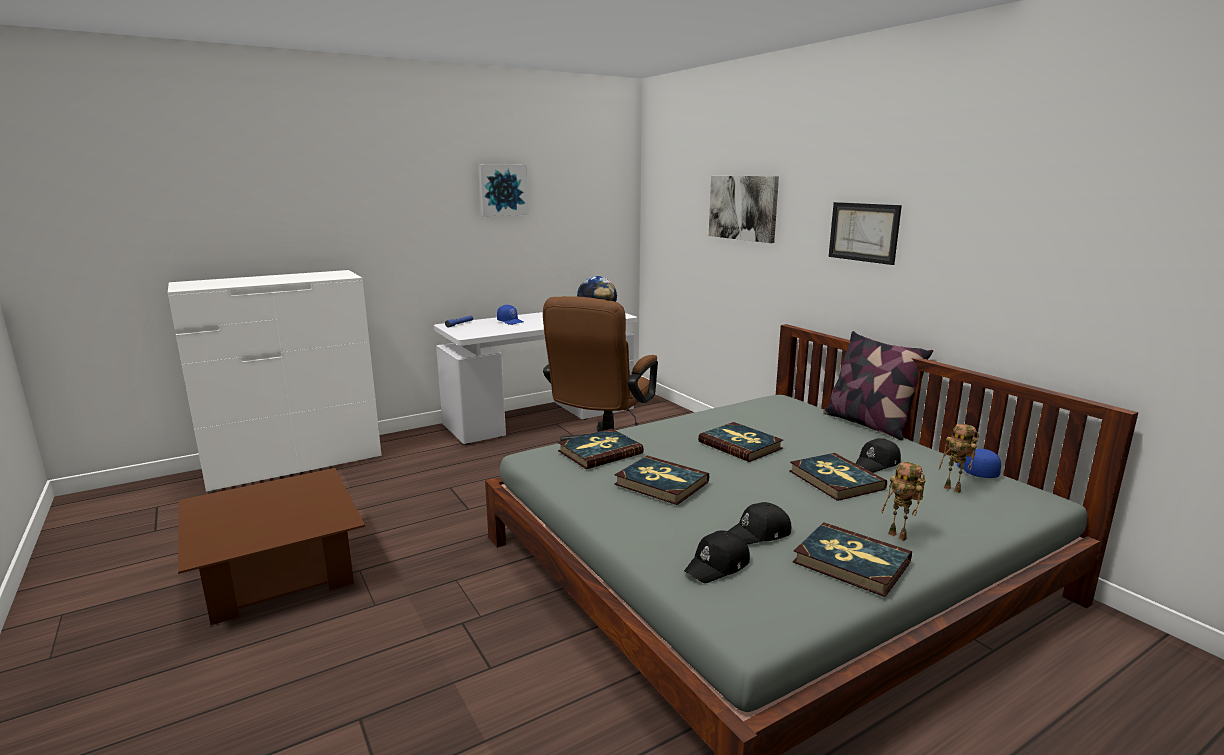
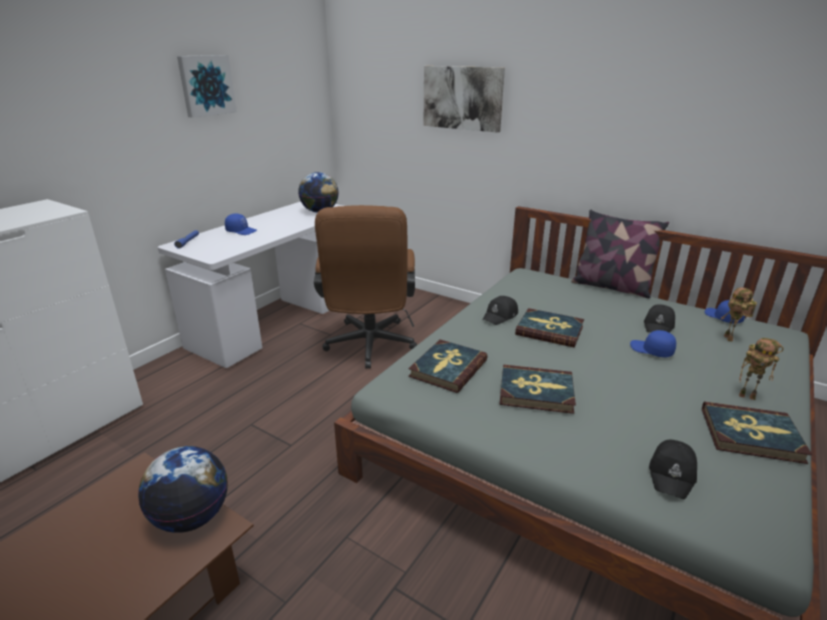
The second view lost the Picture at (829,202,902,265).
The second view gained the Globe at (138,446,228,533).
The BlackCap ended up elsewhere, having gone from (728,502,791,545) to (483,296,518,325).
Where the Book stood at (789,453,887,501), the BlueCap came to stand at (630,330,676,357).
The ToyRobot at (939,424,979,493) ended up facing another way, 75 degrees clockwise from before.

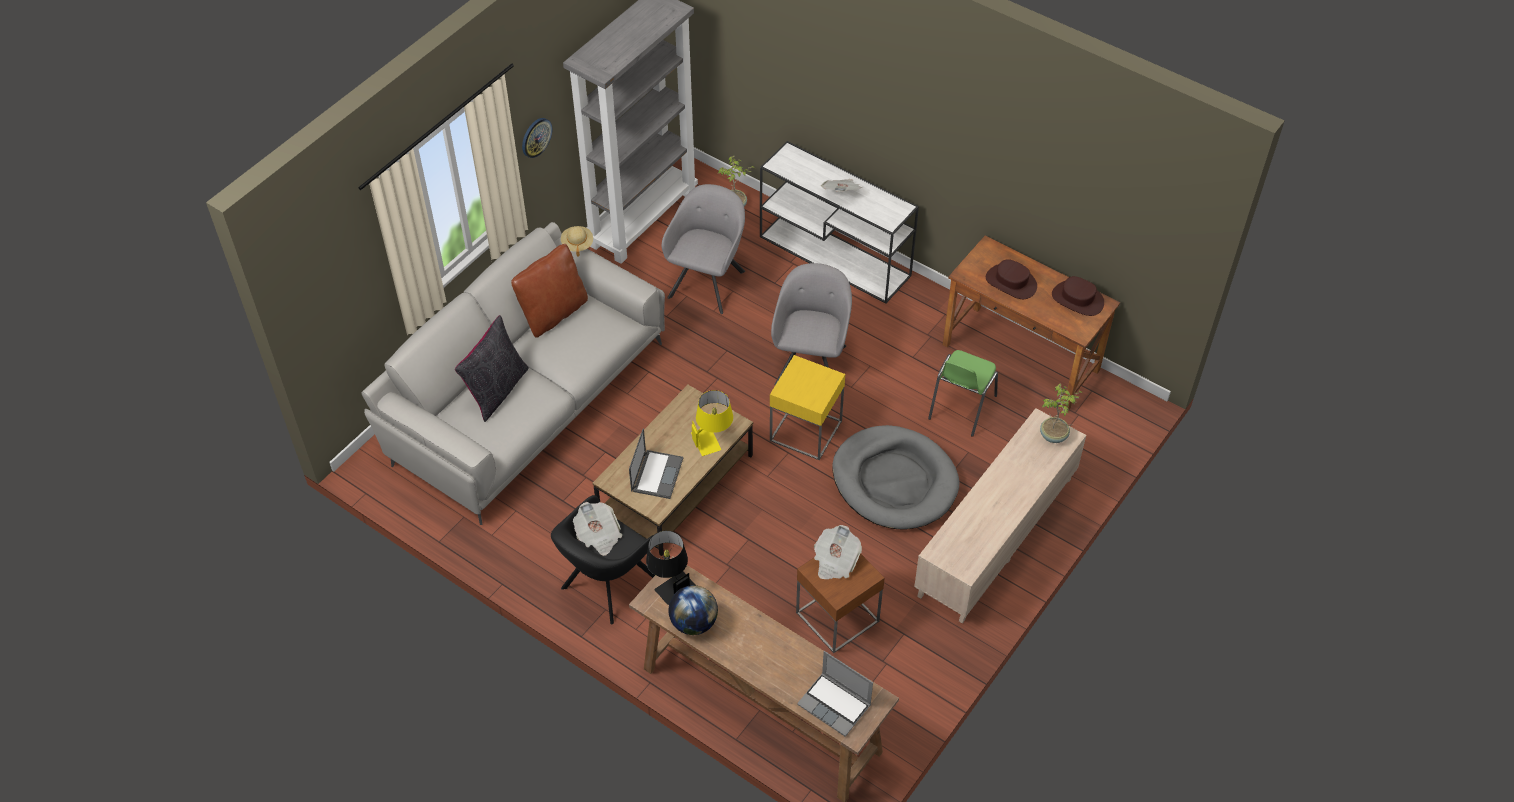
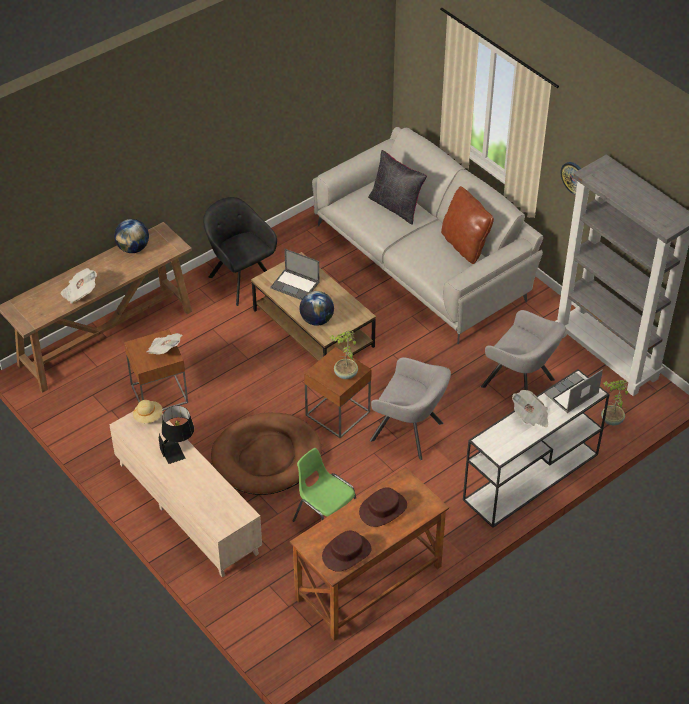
The BeigeHat ended up elsewhere, having gone from (561,226,593,257) to (133,400,163,423).
The Newspaper ended up elsewhere, having gone from (573,502,623,556) to (61,268,97,304).
The BlackTableLamp ended up elsewhere, having gone from (646,531,695,605) to (158,406,194,464).
The Laptop ended up elsewhere, having gone from (797,651,873,737) to (544,369,603,413).
The PottedPlant ended up elsewhere, having gone from (1040,384,1082,443) to (330,330,358,379).
Where the YellowTableLamp stood at (691,390,733,456), the Globe came to stand at (300,291,334,326).
What was the YellowSideTable at (770,355,845,460) turned into the BrownSideTable at (304,347,372,438).
What was the GreyDogBed at (832,425,959,530) turned into the BrownDogBed at (211,413,322,495).

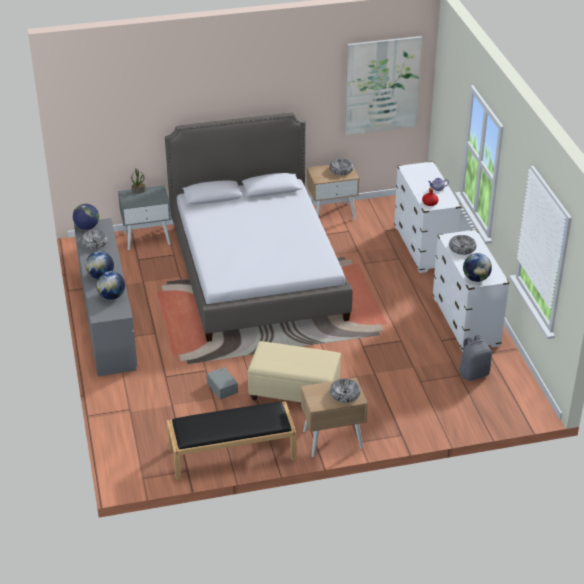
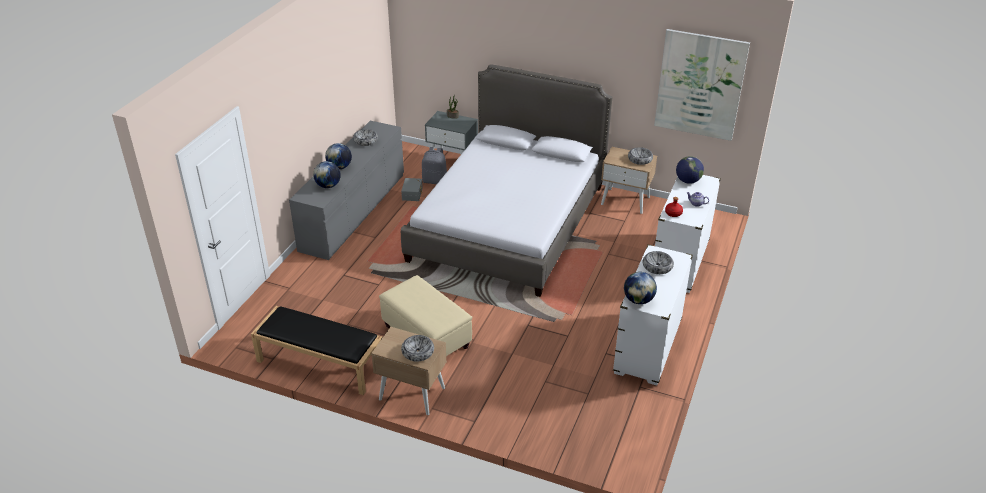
The Globe ended up elsewhere, having gone from (73,204,99,230) to (676,156,704,184).
The GreyStorageBox ended up elsewhere, having gone from (207,367,238,400) to (401,178,423,201).
The GreyBackpack ended up elsewhere, having gone from (459,335,492,381) to (422,147,447,184).

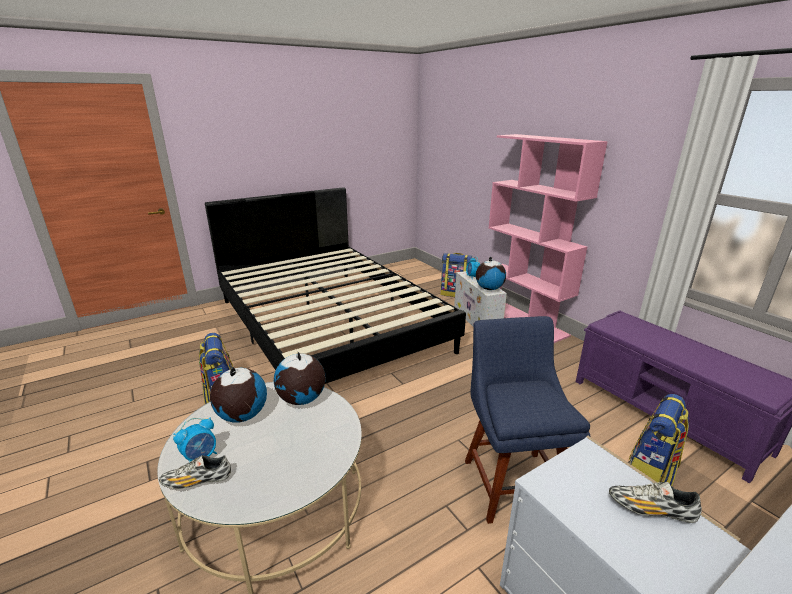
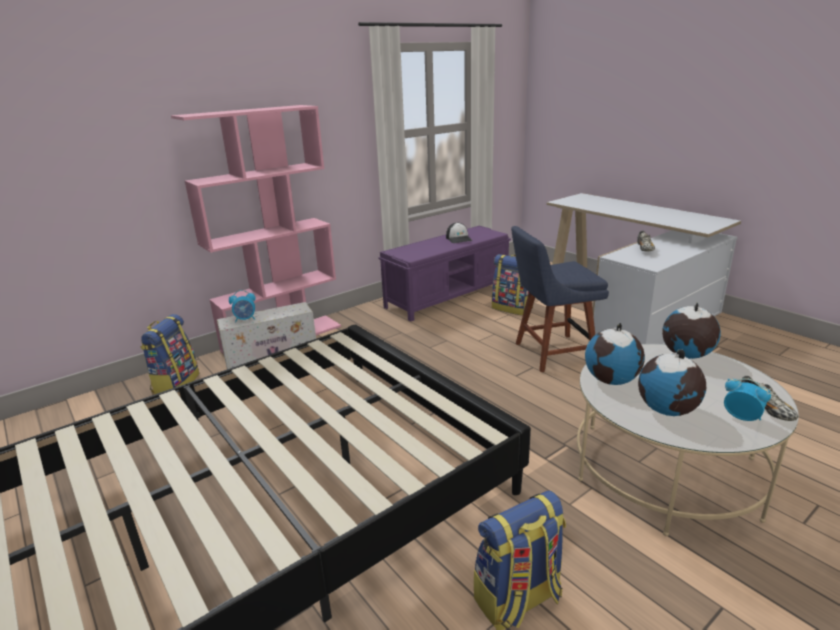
The second view gained the Cap at (446,223,473,243).
The Globe ended up elsewhere, having gone from (476,257,506,290) to (662,302,721,359).

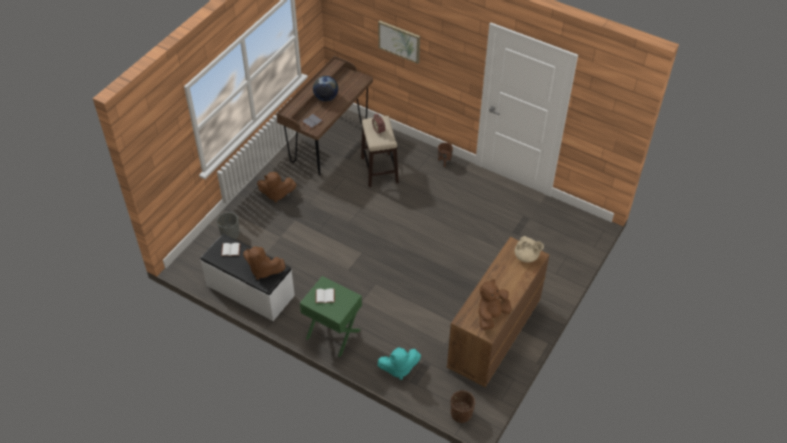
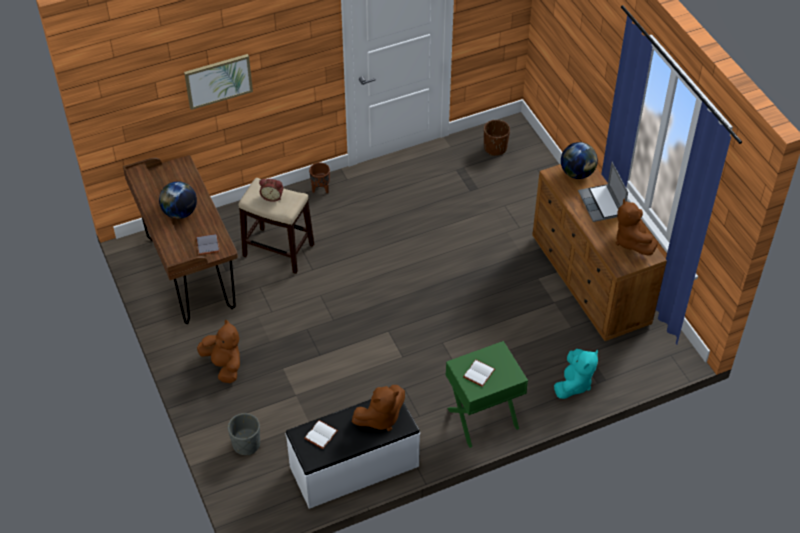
The second view gained the Laptop at (578,162,628,222).
The BrownPlanter ended up elsewhere, having gone from (451,390,475,423) to (484,120,510,156).
Where the BeigeTeapot stood at (515,236,544,262), the Globe came to stand at (561,142,598,179).
The BrownPlushToy at (257,172,297,203) ended up facing another way, 75 degrees counterclockwise from before.

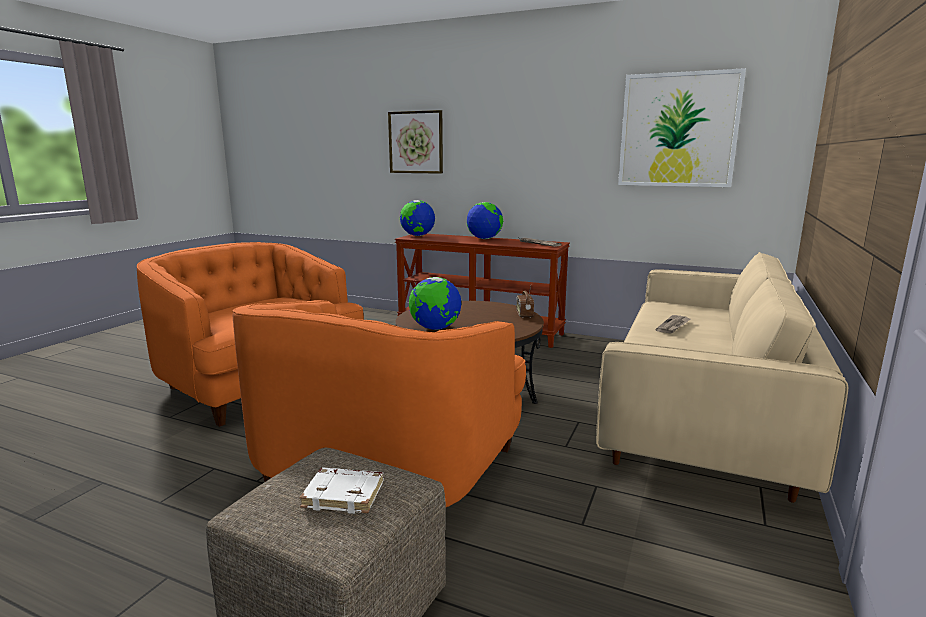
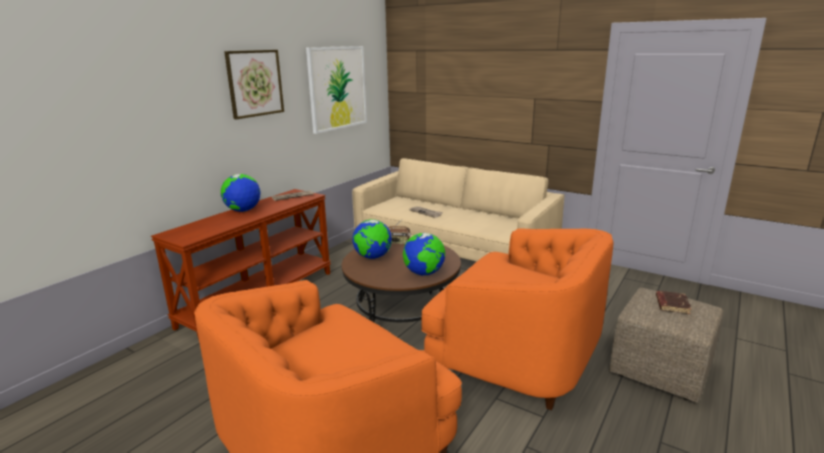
The Picture ended up elsewhere, having gone from (388,110,443,174) to (224,50,284,119).
The Globe ended up elsewhere, having gone from (400,200,435,236) to (352,219,392,259).
What was the WhiteBook at (300,467,384,514) turned into the BrownBook at (656,291,691,314).

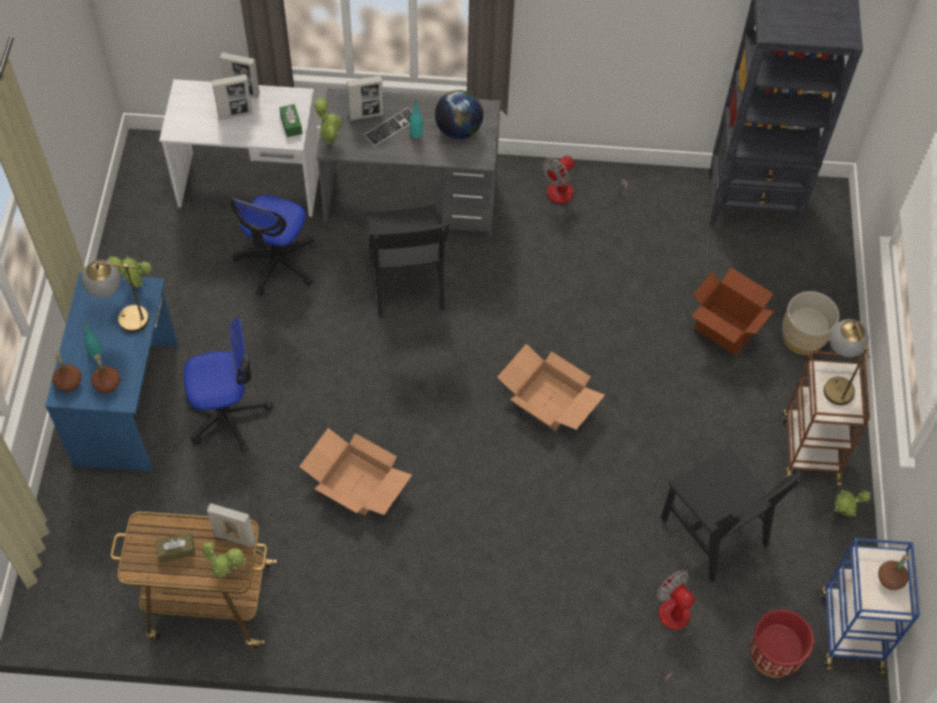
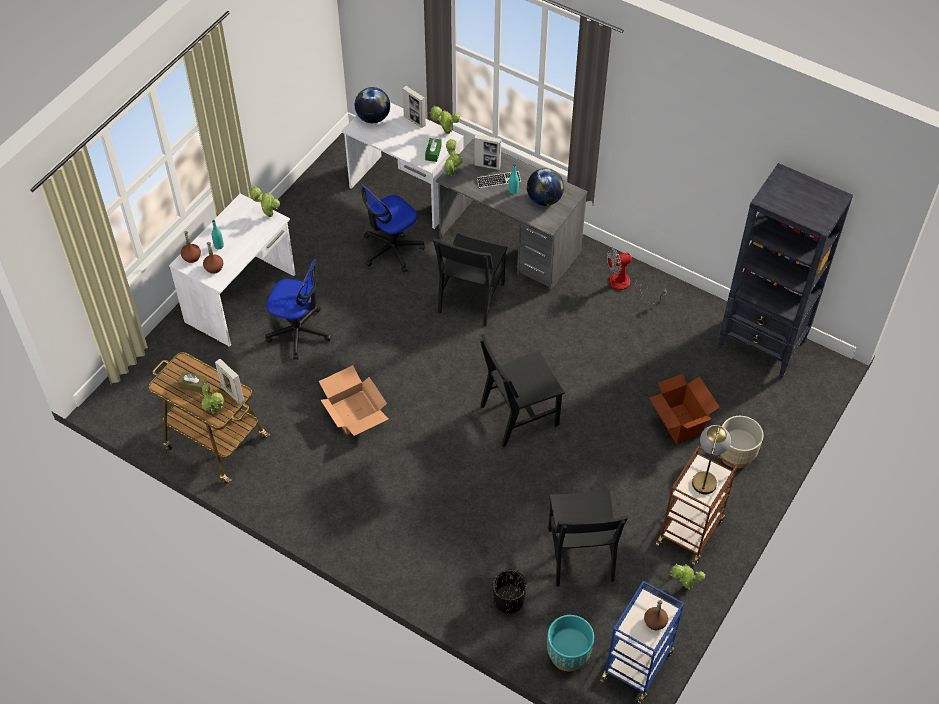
The second view lost the TableLamp at (81,260,149,333).
The second view lost the PictureFrame at (212,74,252,120).
The second view gained the Globe at (355,87,390,123).
The second view gained the PottedPlant at (430,106,460,134).
Where the CardboardBox stood at (497,344,605,430), the BlackChair came to stand at (480,334,565,447).
Where the Fan stood at (654,570,695,680), the BlackPlanter came to stand at (493,570,527,614).
What was the BlueDesk at (45,272,178,472) turned into the WhiteDesk at (169,194,296,347).
What was the RedPlanter at (750,609,814,678) turned into the TurquoisePlanter at (547,615,594,671).

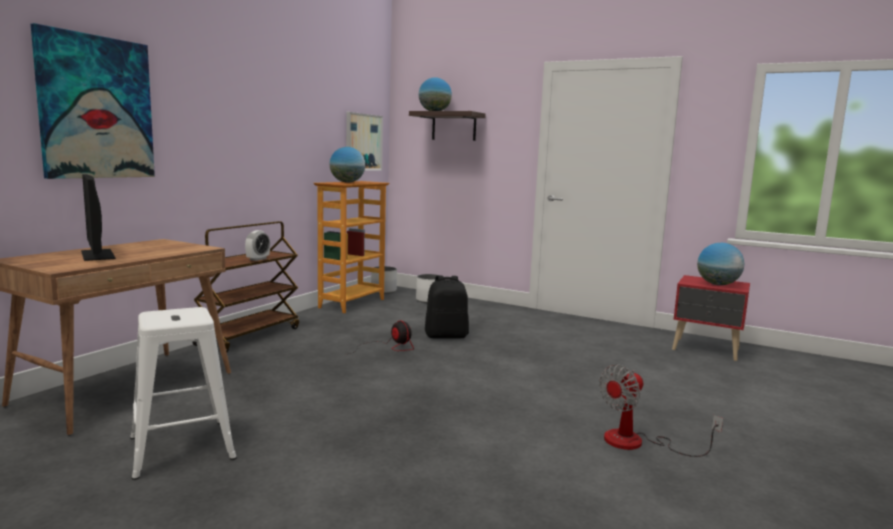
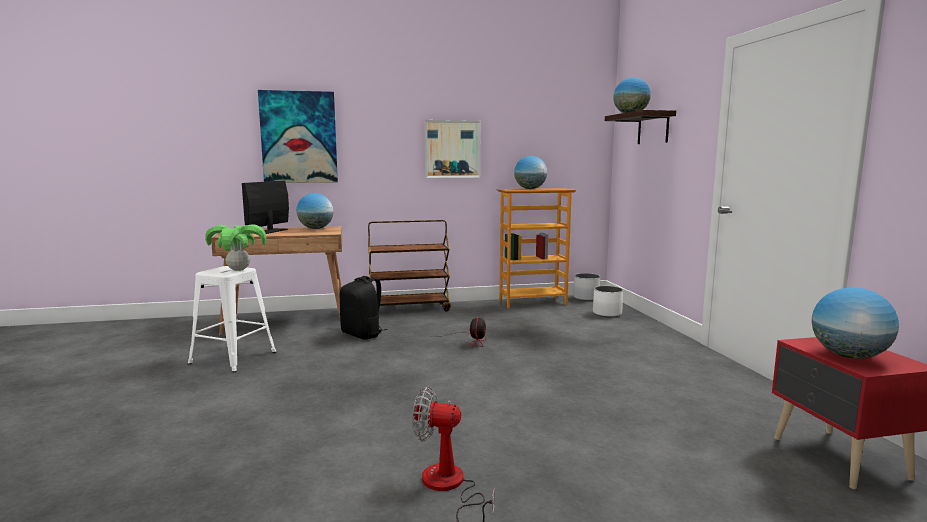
The second view lost the AlarmClock at (245,230,270,261).
The second view gained the PottedPlant at (205,224,266,271).
The second view gained the Globe at (297,193,334,229).
The Picture ended up elsewhere, having gone from (346,112,383,171) to (424,120,481,178).
The BlackBackpack ended up elsewhere, having gone from (425,276,469,339) to (340,276,387,340).

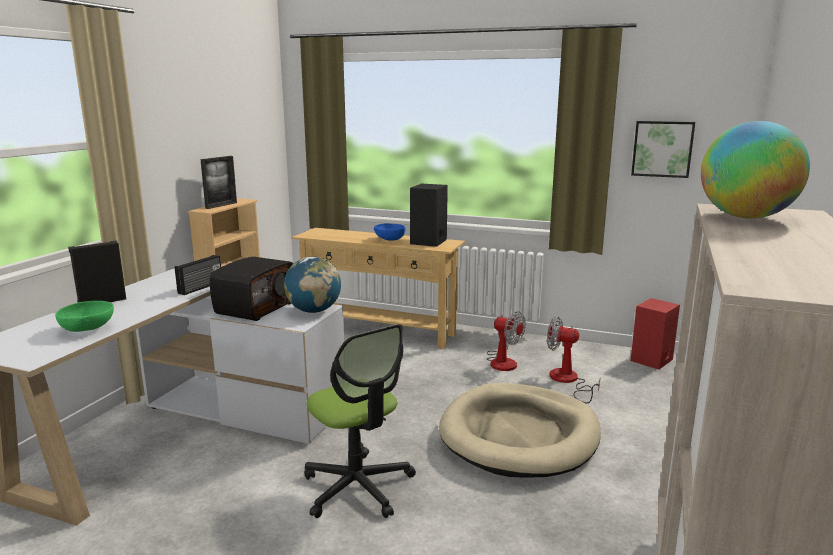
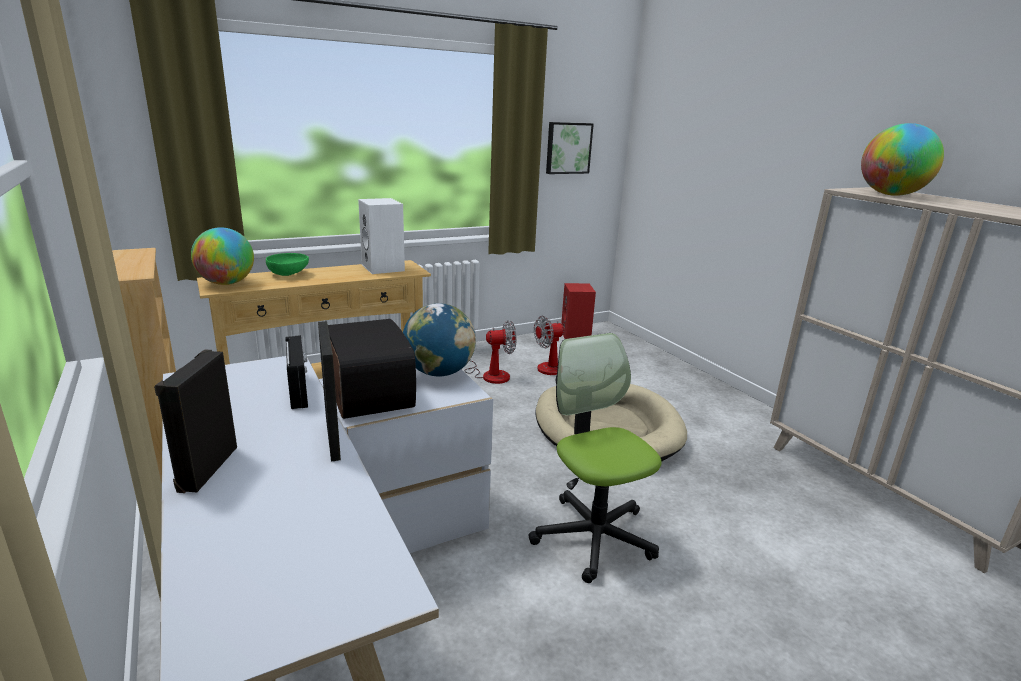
The second view lost the BlueBowl at (374,223,405,241).
The second view gained the Globe at (191,227,254,285).
The GreenBowl ended up elsewhere, having gone from (55,301,114,332) to (266,253,309,276).
The PictureFrame ended up elsewhere, having gone from (200,156,237,209) to (318,321,341,462).
What was the BlackSpeaker at (410,183,448,247) turned into the WhiteSpeaker at (358,198,405,274).
The OfficeChair at (304,324,416,518) ended up facing another way, 120 degrees counterclockwise from before.

